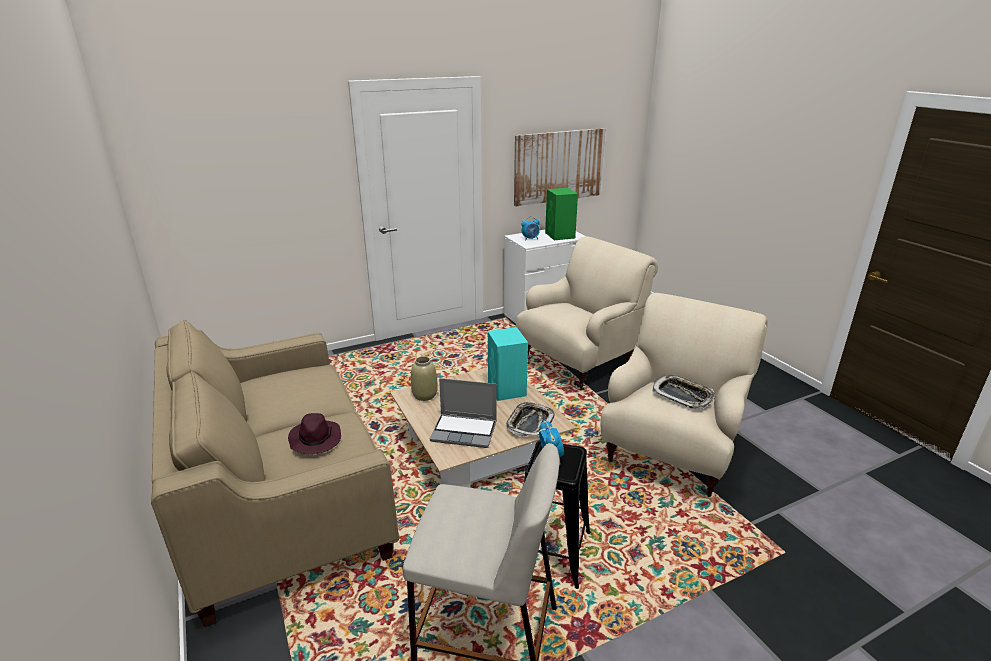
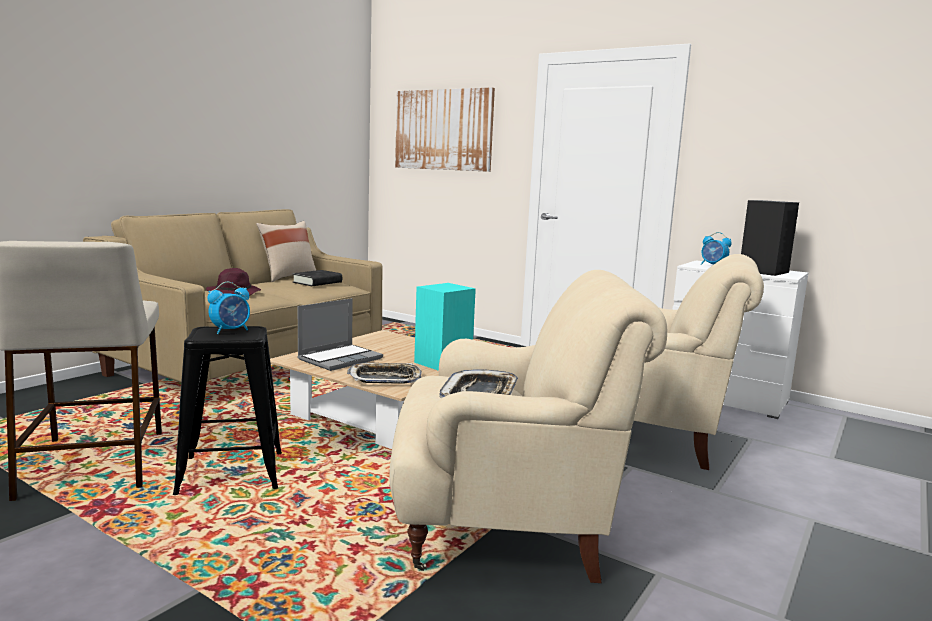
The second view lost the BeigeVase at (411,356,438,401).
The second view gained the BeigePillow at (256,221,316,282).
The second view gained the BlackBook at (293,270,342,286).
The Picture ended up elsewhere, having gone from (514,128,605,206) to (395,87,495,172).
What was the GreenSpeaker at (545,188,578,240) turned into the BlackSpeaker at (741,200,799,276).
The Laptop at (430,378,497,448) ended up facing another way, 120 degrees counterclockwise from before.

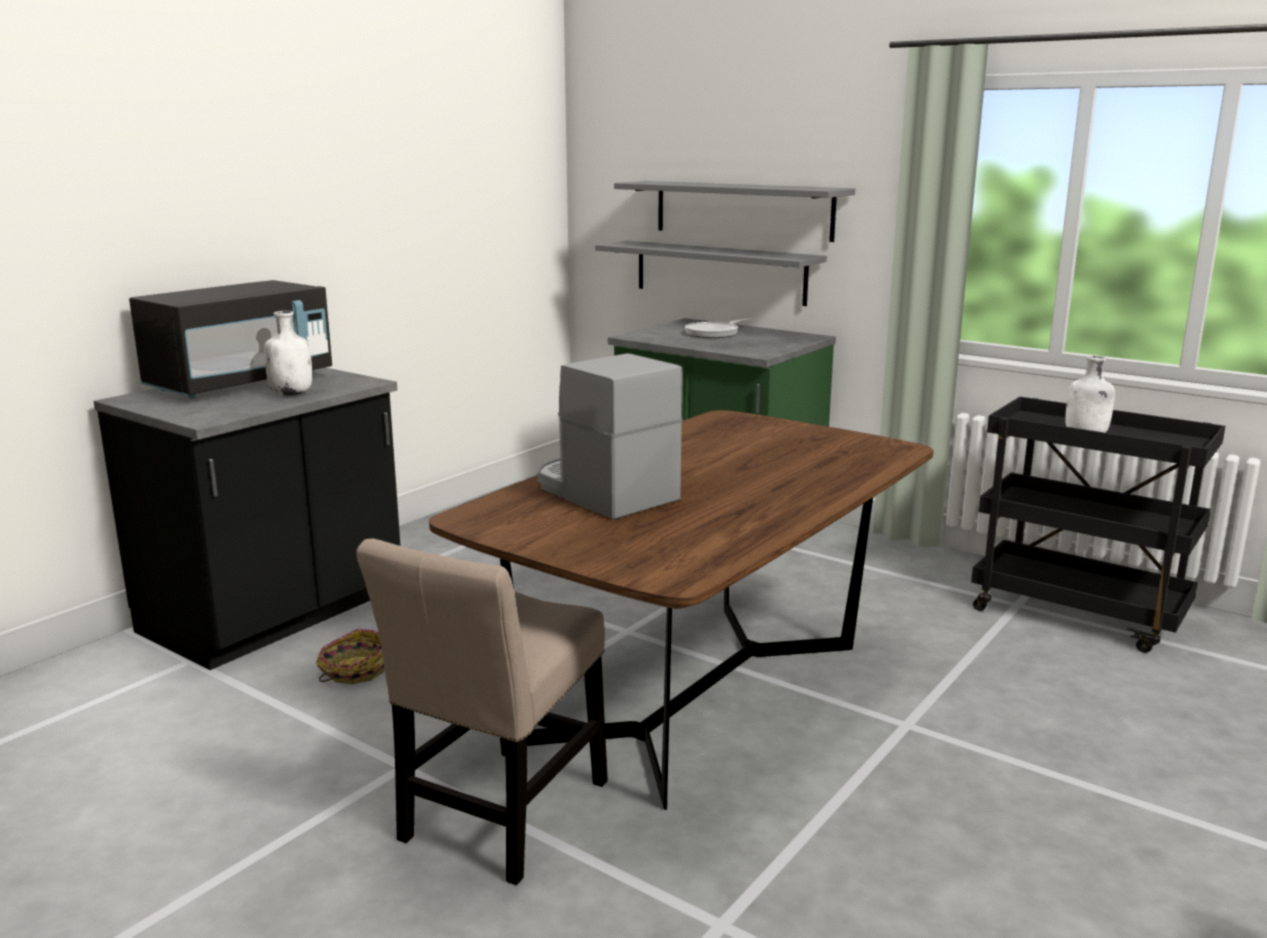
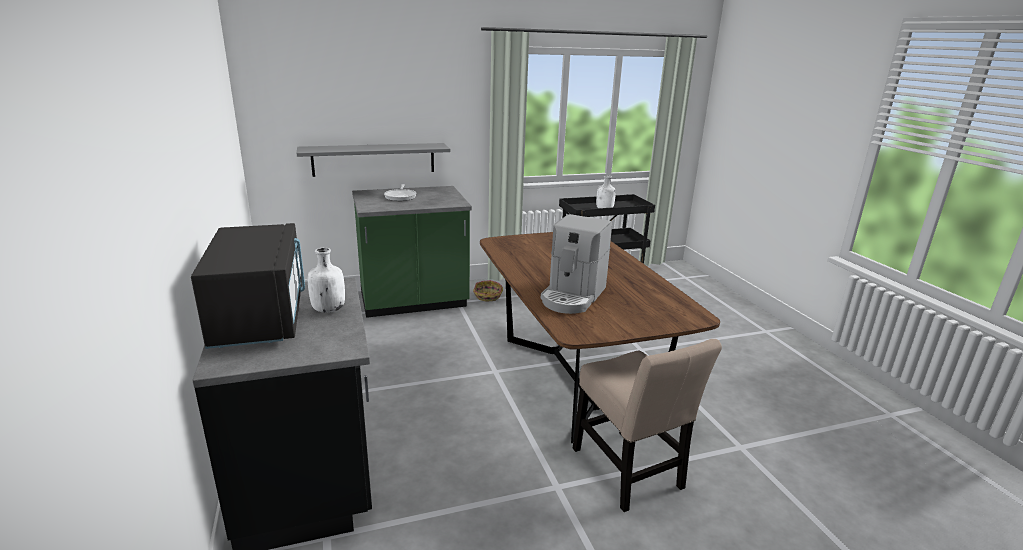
The second view lost the GreyShelf at (614,181,855,242).
The Basket ended up elsewhere, having gone from (315,629,384,684) to (473,280,503,301).
The CoffeeMachine at (537,353,683,520) ended up facing another way, 60 degrees counterclockwise from before.

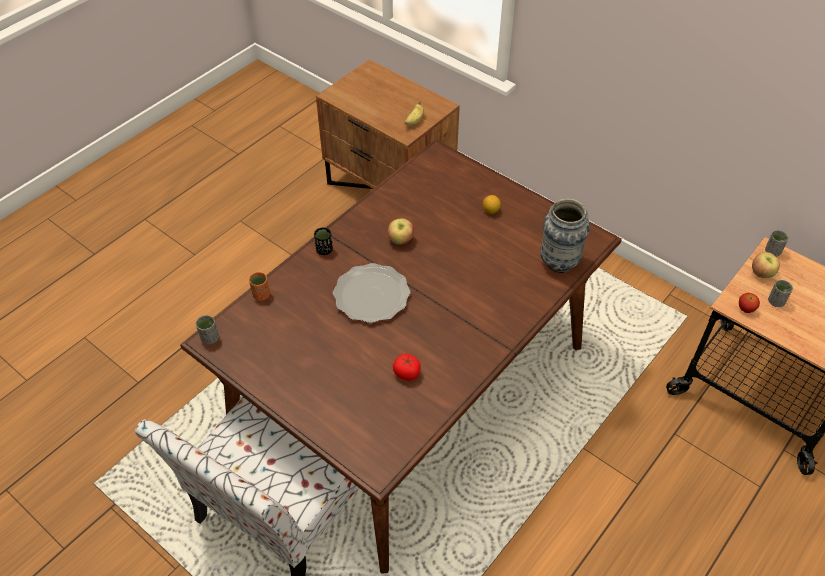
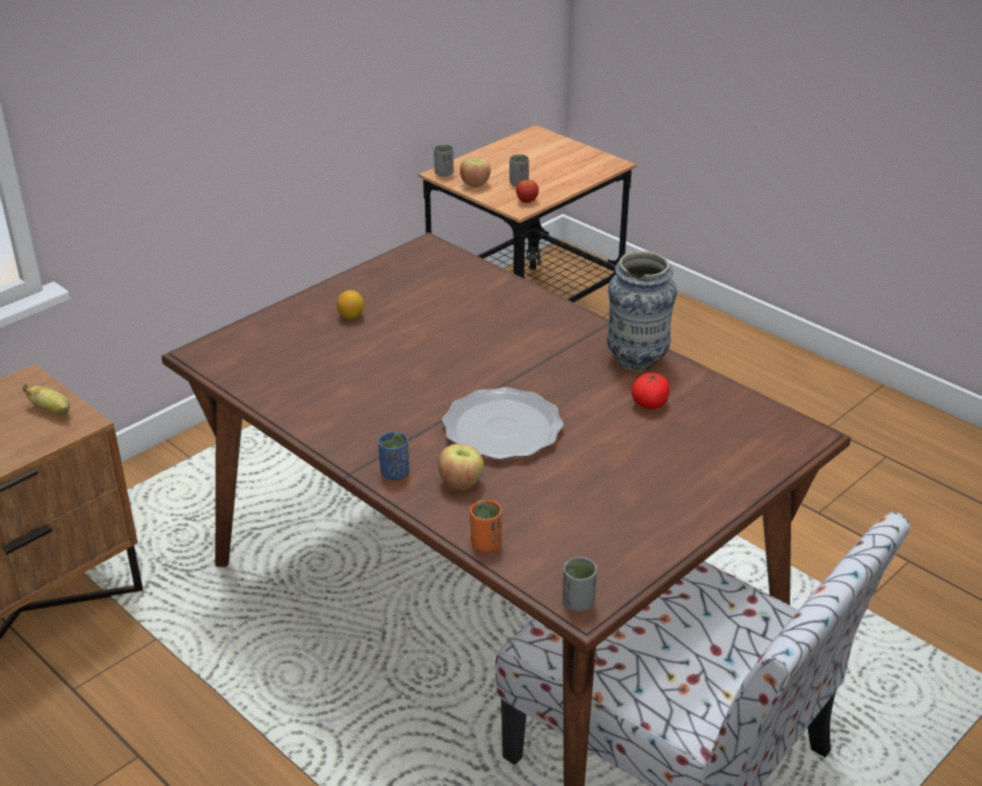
The Apple ended up elsewhere, having gone from (388,218,414,245) to (438,444,484,491).
The Vase ended up elsewhere, having gone from (540,199,590,273) to (607,251,677,371).
What was the BlackCup at (314,227,333,255) turned into the BlueCup at (378,432,409,480).

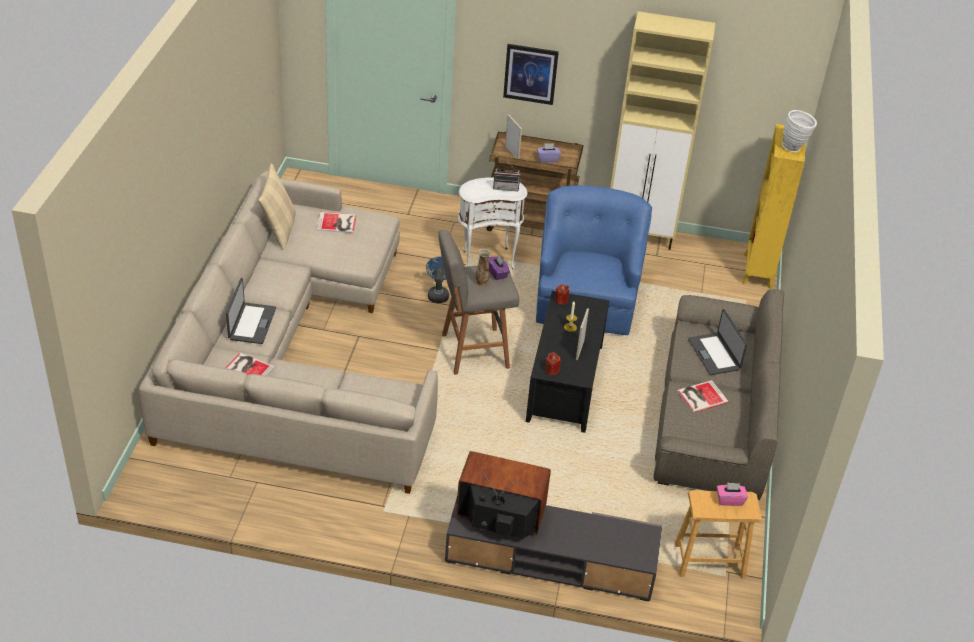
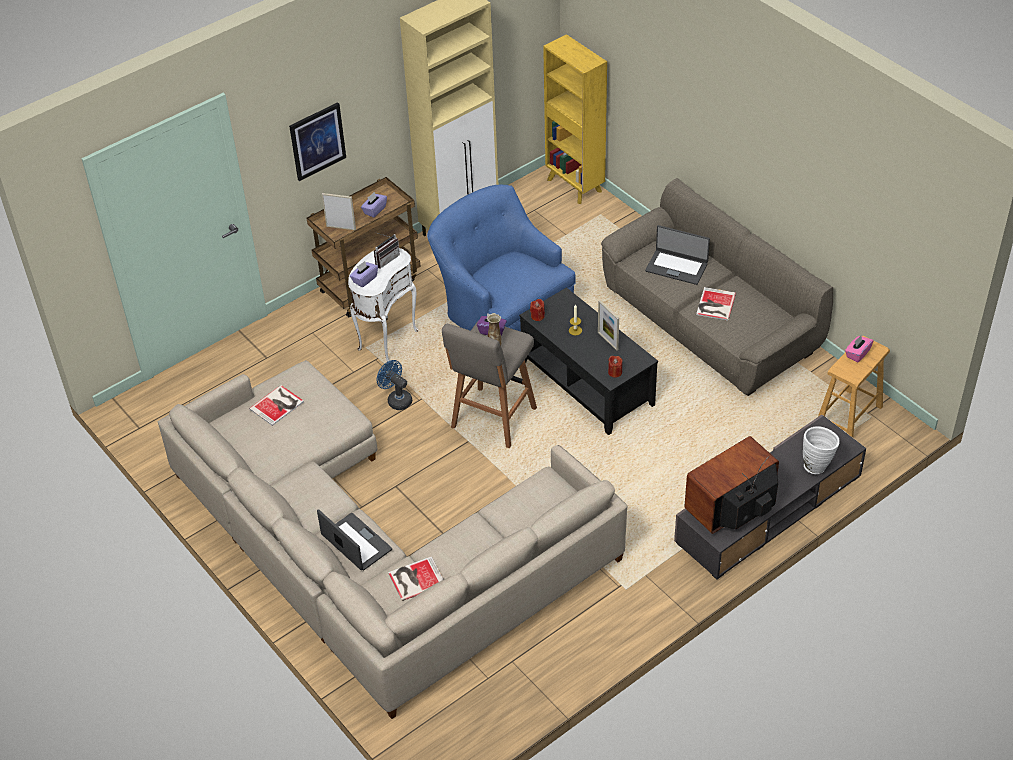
The second view lost the BeigePillow at (258,163,296,250).
The second view gained the PurpleTissueBox at (350,261,378,287).
The WhiteVase ended up elsewhere, having gone from (782,110,817,152) to (803,426,840,474).

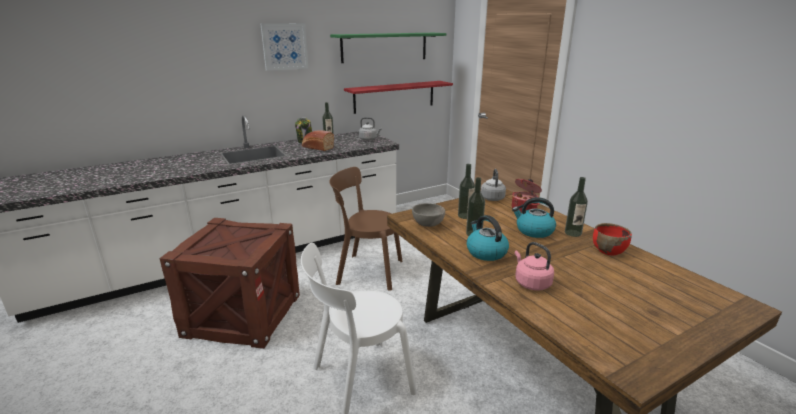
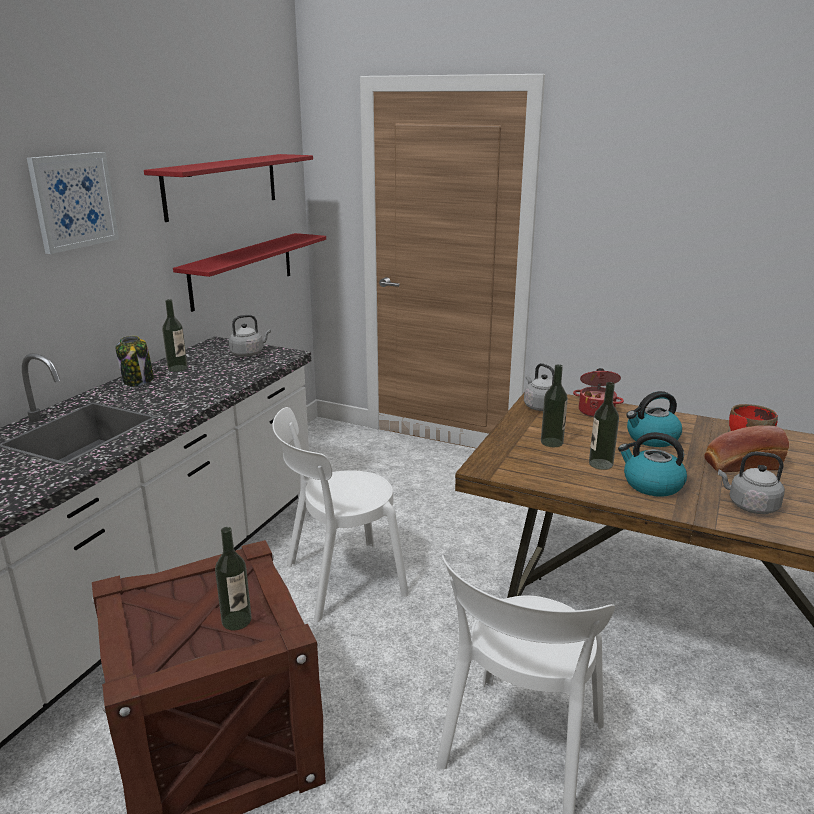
The second view lost the GreyBowl at (412,203,445,227).
The Bread ended up elsewhere, having gone from (302,130,334,151) to (704,426,789,472).
The Bottle ended up elsewhere, having gone from (565,177,588,237) to (215,527,252,630).
What was the BrownChair at (329,167,402,291) turned into the WhiteChair at (272,407,409,622).
What was the GreenShelf at (330,33,446,63) turned into the RedShelf at (144,154,313,222).
What was the PinkKettle at (515,242,554,291) turned into the GreyKettle at (718,452,785,514).

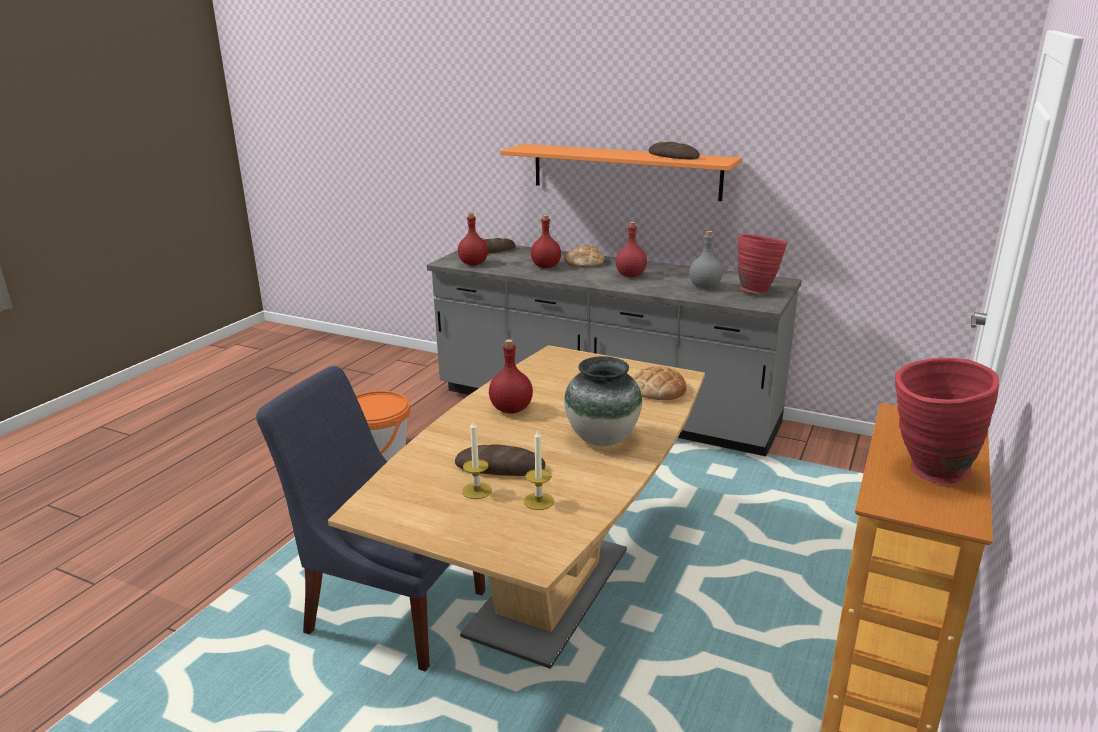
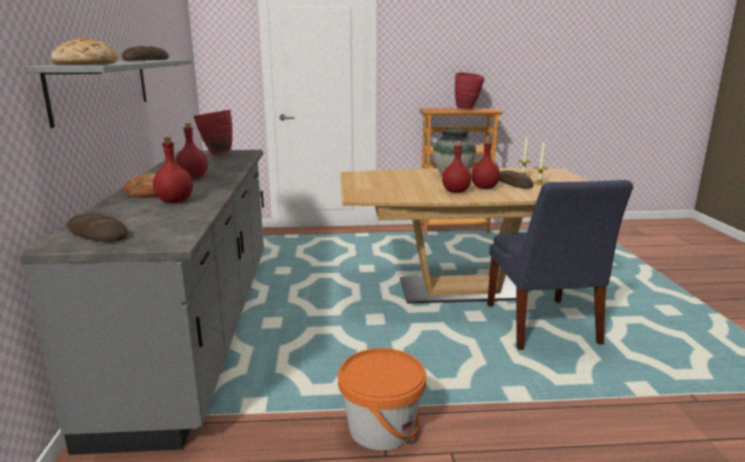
The second view lost the GreyBottle at (689,231,723,289).
The RedBottle ended up elsewhere, having gone from (458,213,488,265) to (471,139,500,189).
The Bread ended up elsewhere, having gone from (633,366,687,400) to (51,38,118,64).
What was the OrangeShelf at (500,144,742,201) turned into the GreyShelf at (26,59,192,128).

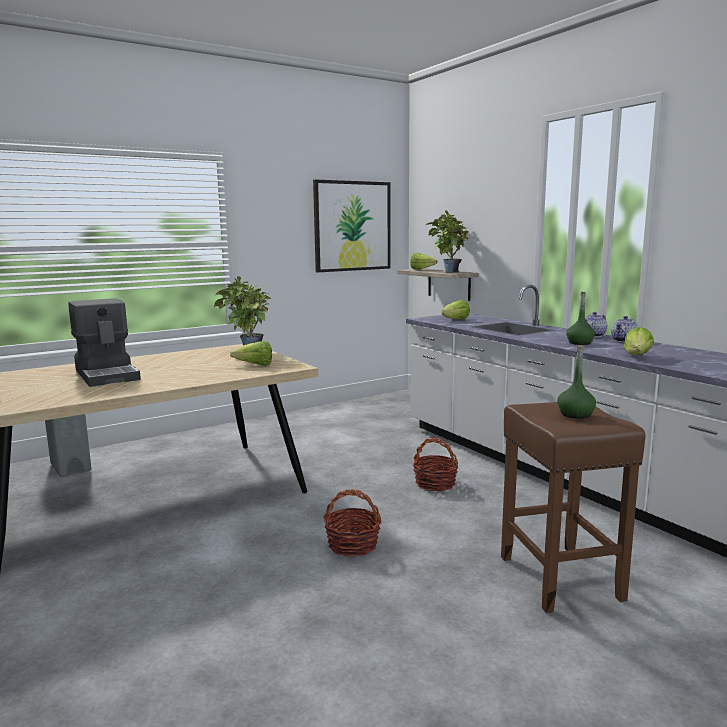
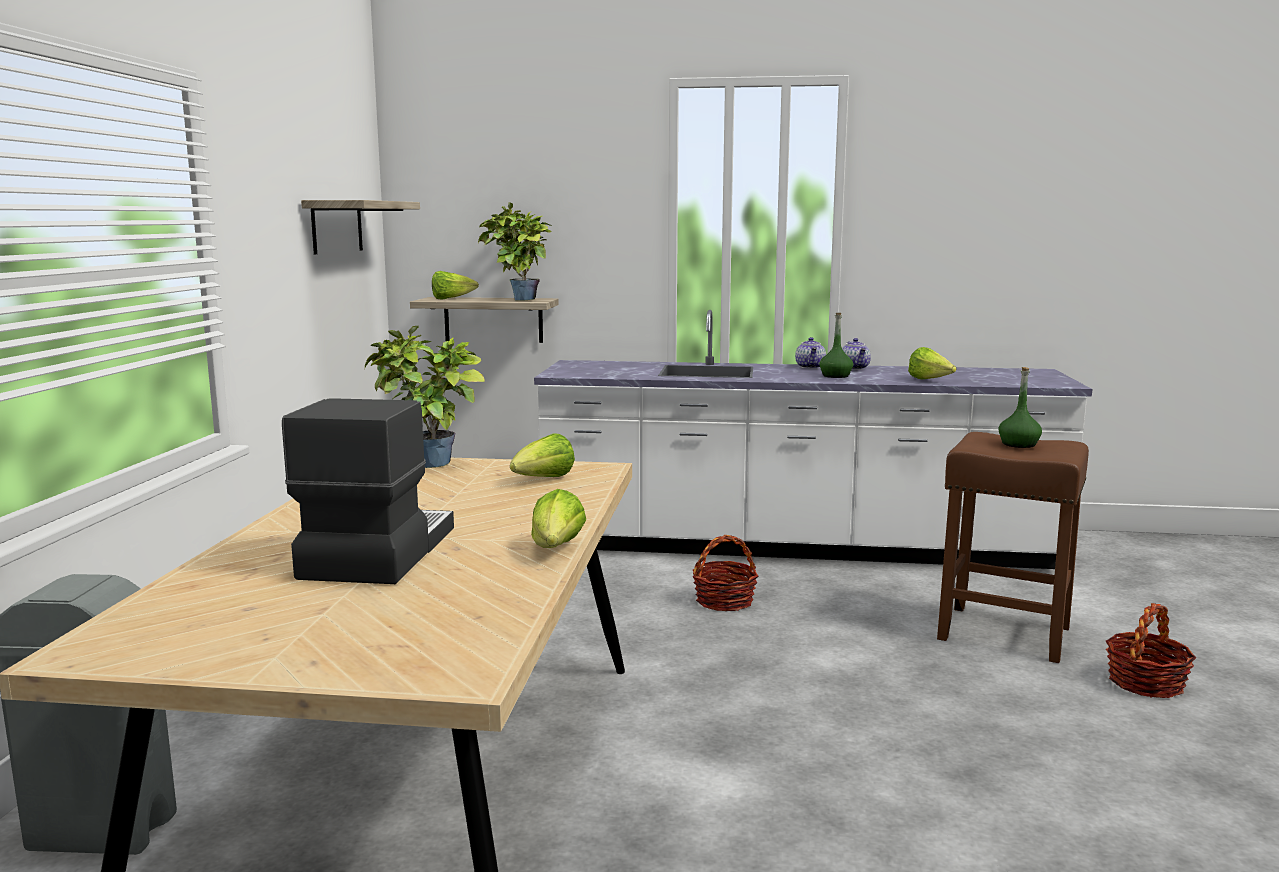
The Basket ended up elsewhere, having gone from (323,489,381,557) to (1106,603,1196,698).
The Lettuce ended up elsewhere, having gone from (441,300,470,320) to (531,489,586,548).
Where the Picture hung at (313,180,391,272), the Shelf came to hang at (301,200,420,254).
The CoffeeMachine at (68,298,141,387) ended up facing another way, 90 degrees counterclockwise from before.

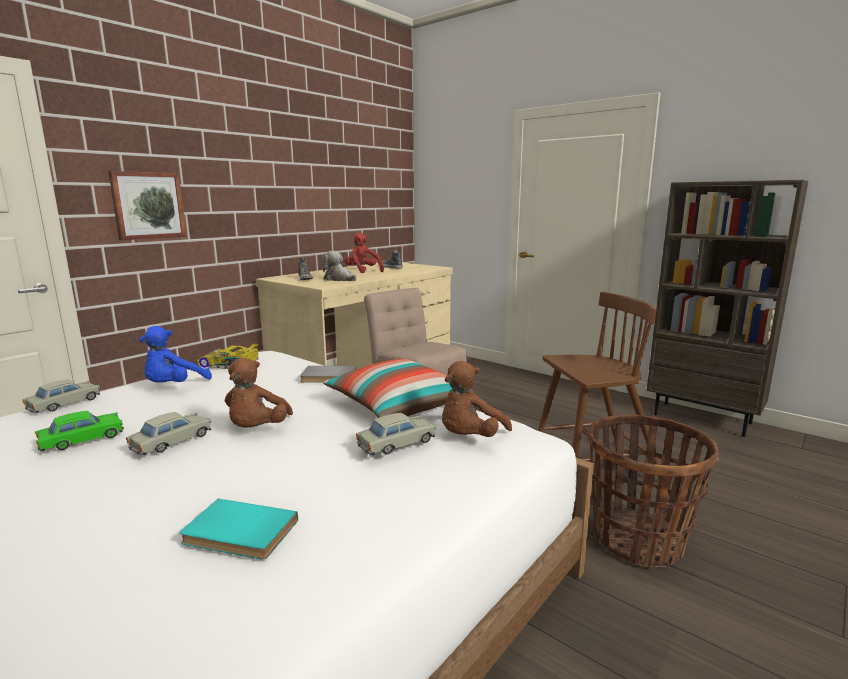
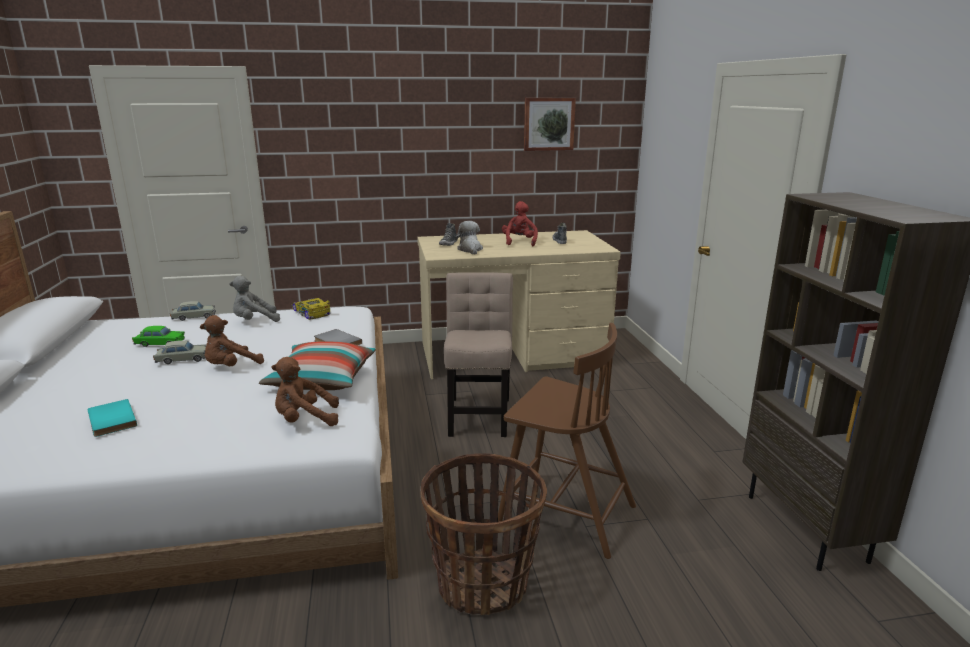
The second view lost the BeigeToyCar at (356,413,436,455).
The Picture ended up elsewhere, having gone from (108,171,187,240) to (524,98,576,151).
What was the BluePlushToy at (140,326,212,382) turned into the GreyPlushToy at (229,276,280,322).

